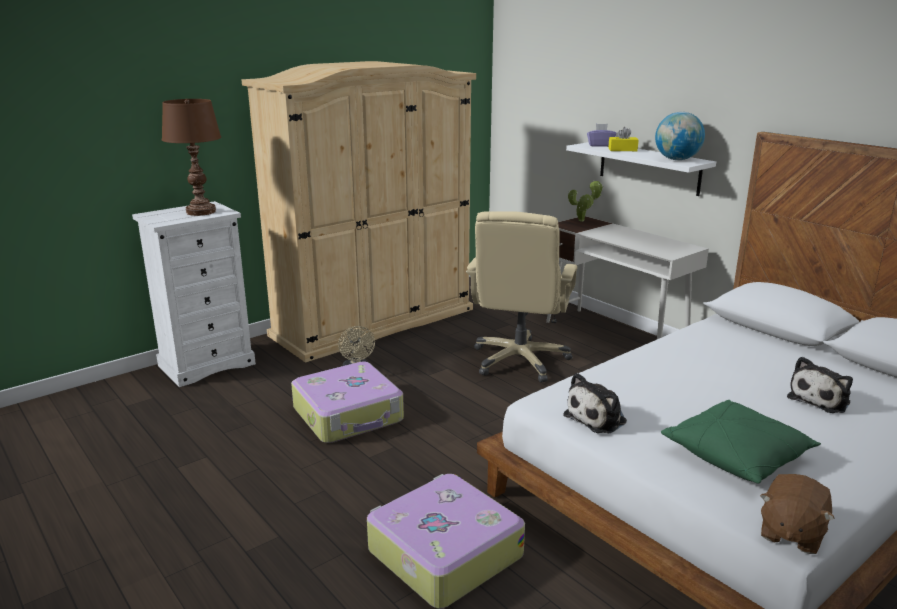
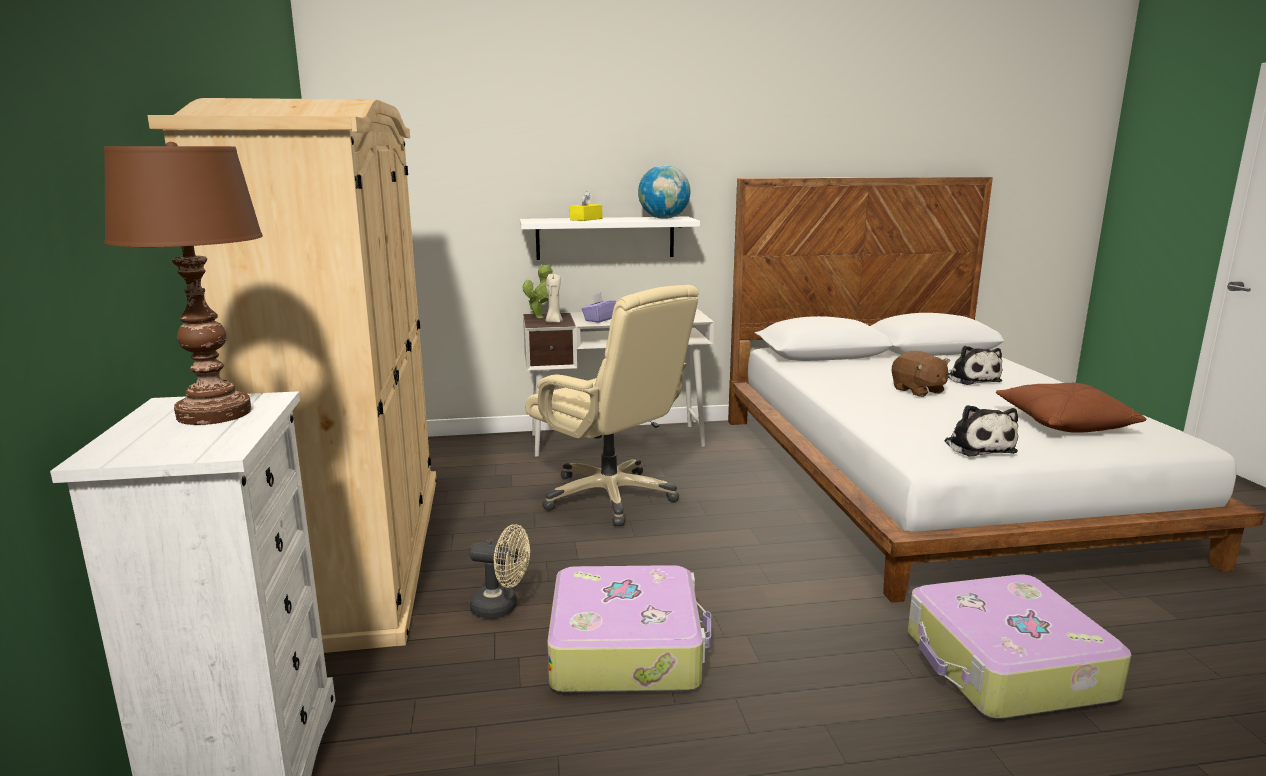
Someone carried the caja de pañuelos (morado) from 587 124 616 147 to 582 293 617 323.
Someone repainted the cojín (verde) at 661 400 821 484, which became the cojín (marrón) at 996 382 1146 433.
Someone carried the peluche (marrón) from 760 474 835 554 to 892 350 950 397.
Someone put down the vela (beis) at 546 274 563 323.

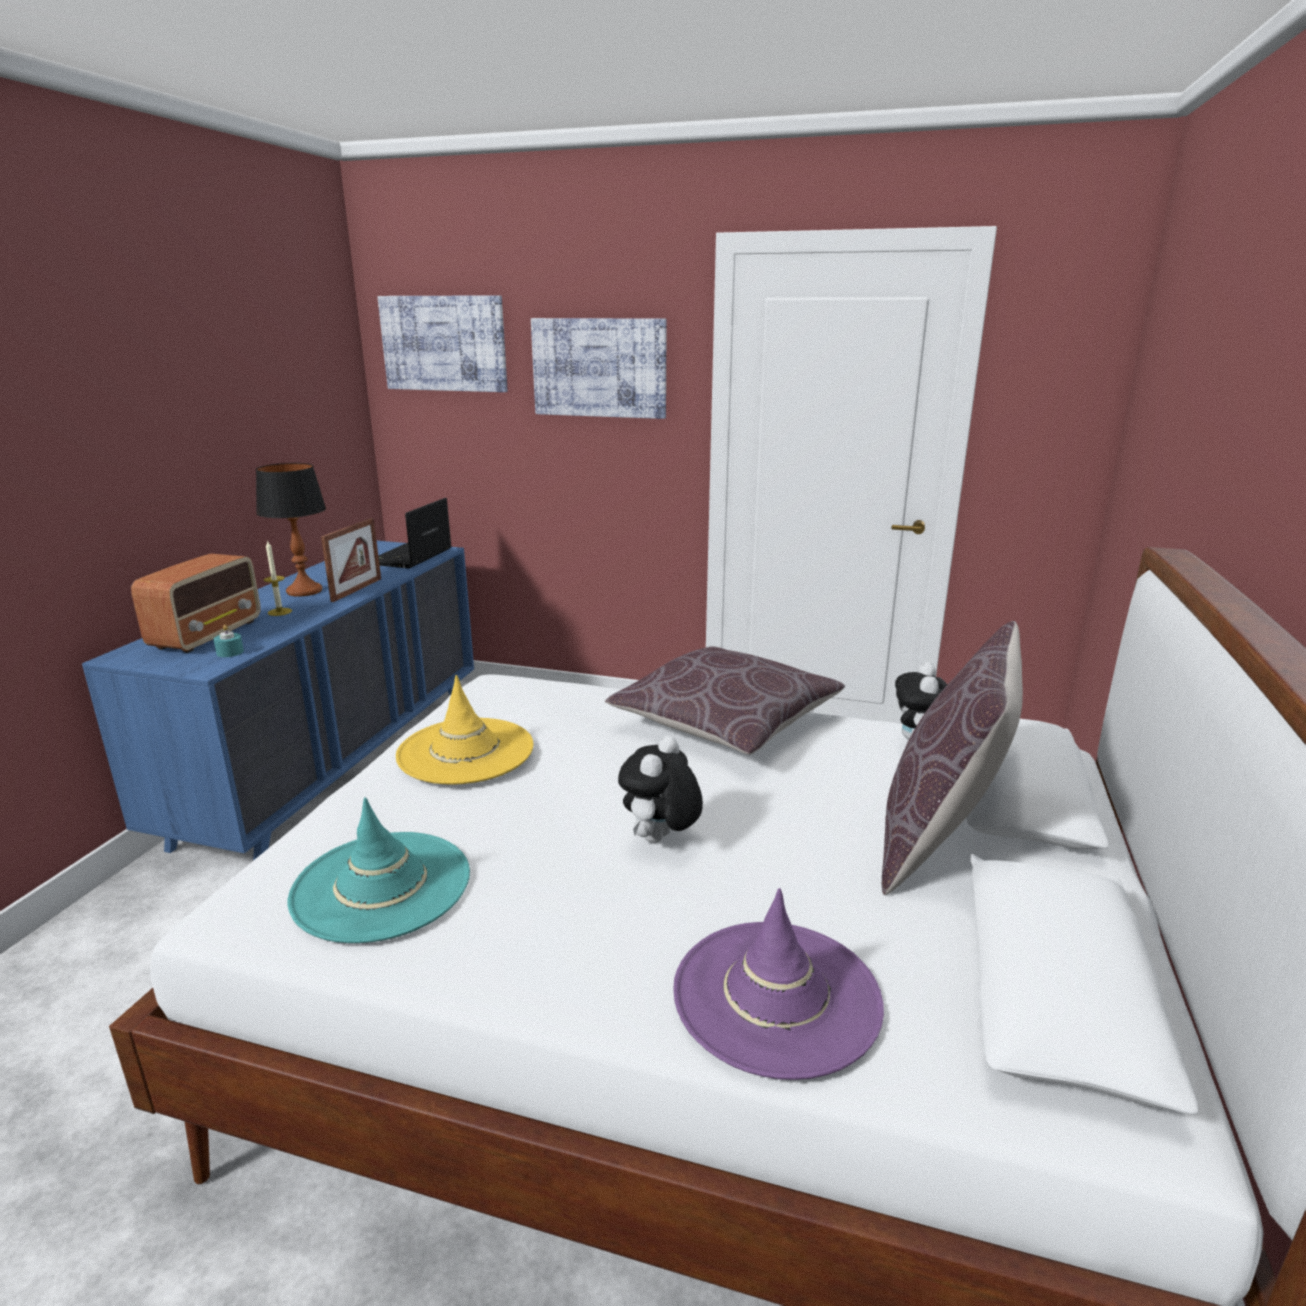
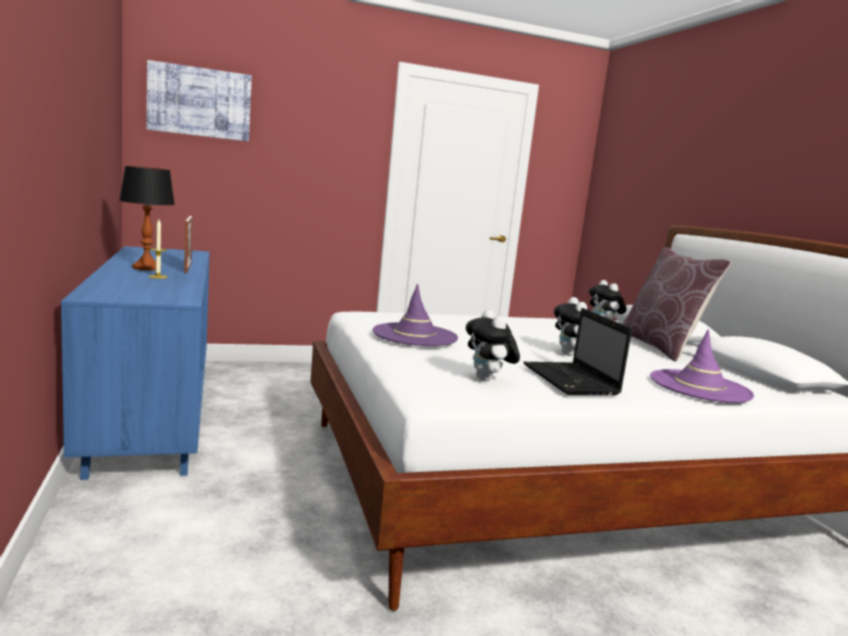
Someone took away the cuadro at 531 318 666 419.
Someone carried the portátil from 378 498 451 568 to 523 308 632 396.
Someone took away the radio at 131 554 261 653.
Someone took away the vela (turquesa) at 213 625 244 657.
Someone took away the cojín (marrón) at 605 646 845 755.
Someone repainted the sombrero (amarillo) at 396 675 534 785, which became the sombrero (morado) at 372 283 458 346.
Someone swapped the sombrero (turquesa) at 288 797 470 943 for the peluche at 466 309 520 381.

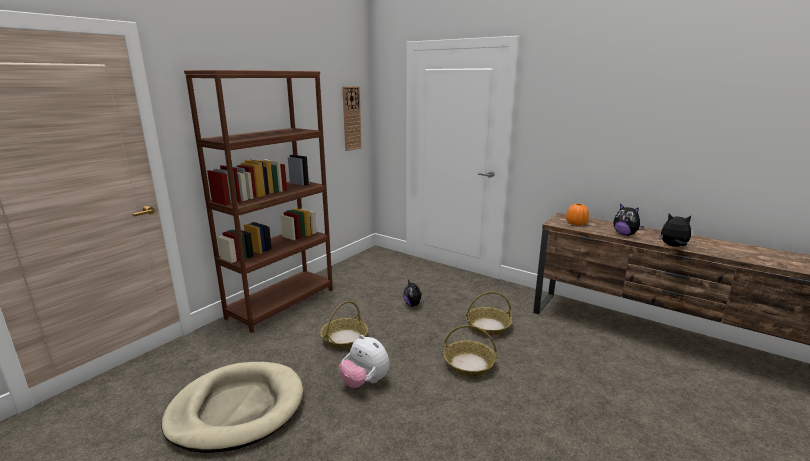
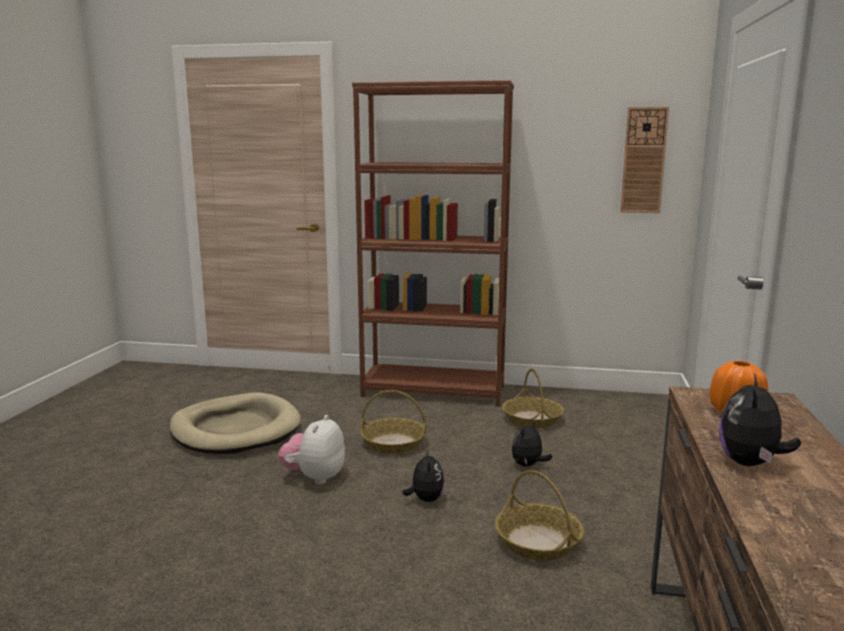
Someone carried the peluche from 660 214 691 247 to 402 450 445 502.
Someone carried the cesta from 444 325 497 377 to 502 369 564 428.

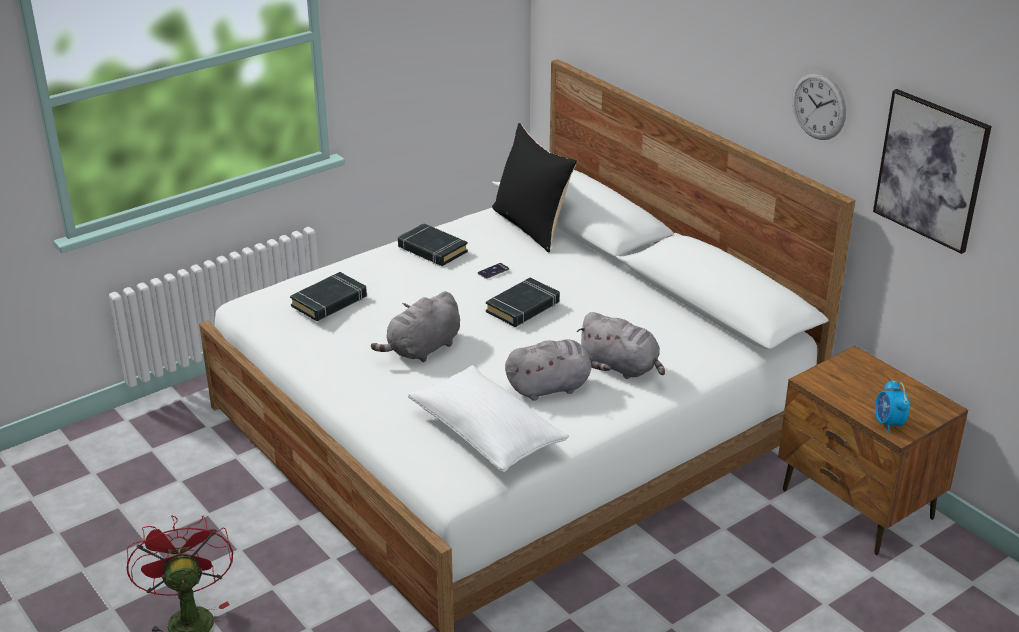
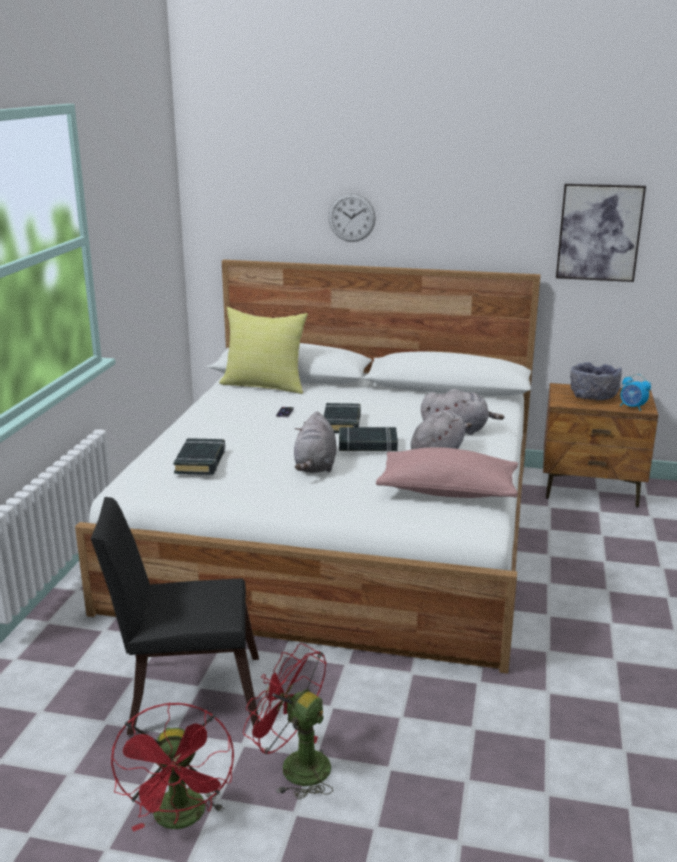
Someone carried the reloj de pared from 792 72 846 140 to 328 193 376 242.
Someone repainted the cojín (negro) at 492 123 577 253, which became the cojín (amarillo) at 219 307 308 394.
Someone carried the libro (negro) from 398 223 468 266 to 339 427 398 452.
Someone repainted the cojín (blanco) at 408 365 569 473, which became the cojín (rosa) at 376 447 518 498.
Someone put down the cuenco (gris) at 570 362 622 401.
Someone put down the silla (negro) at 91 497 259 735.
Someone put down the ventilador (rojo) at 111 702 234 832.

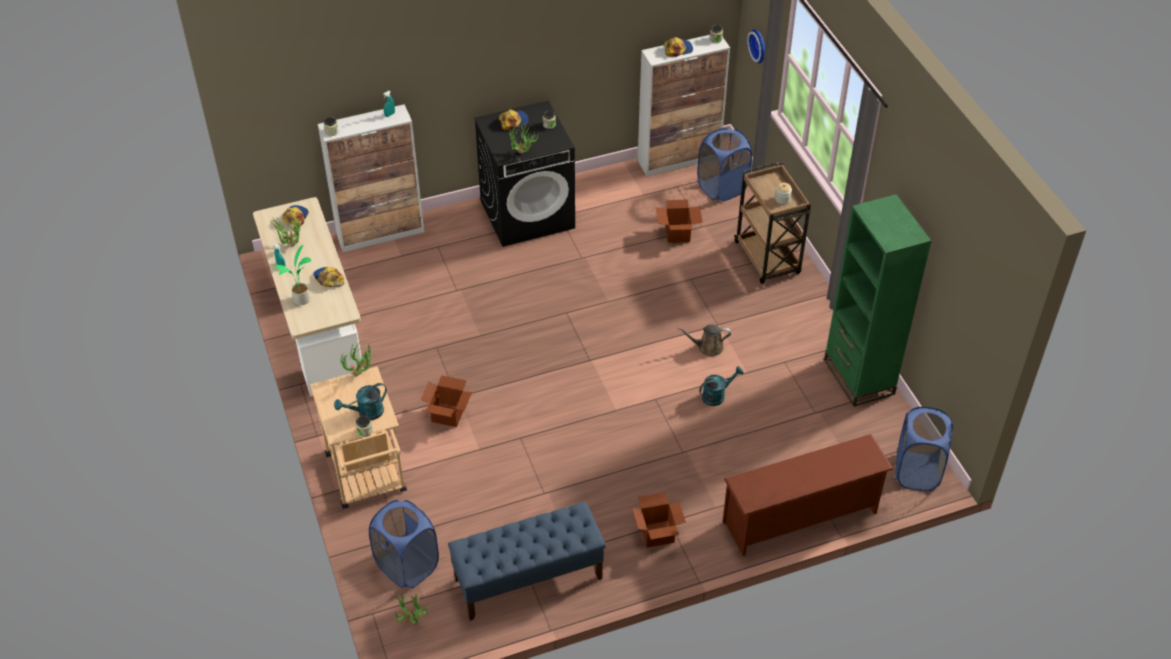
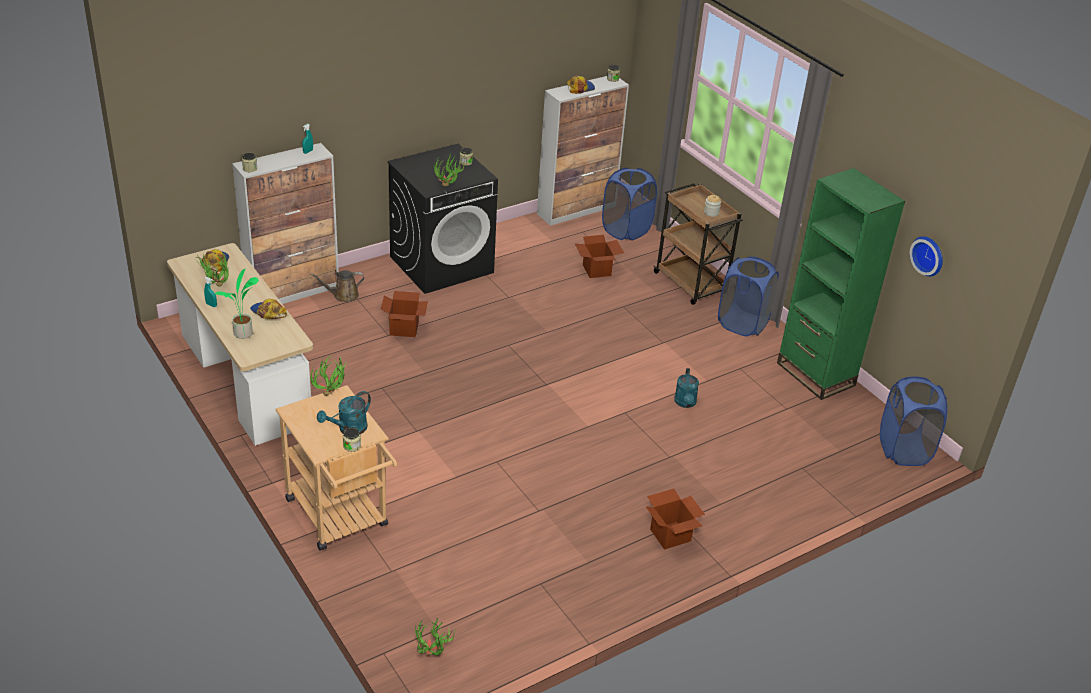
Someone carried the reloj de pared from 747 29 765 64 to 910 236 943 277.
Someone took away the gorra at 499 109 529 130.
Someone carried the regadera (marrón) from 677 324 731 356 to 310 270 364 302.
Someone rotated the regadera (turquesa) at 699 366 744 406 by 135 degrees clockwise.
Someone carried the caja de cartón from 421 375 472 427 to 381 291 428 337.
Someone took away the zapatero (marrón) at 722 434 893 556.
Someone carried the cesto de la ropa (azul) from 369 500 439 588 to 718 257 779 336.
Someone took away the banco (azul) at 448 502 606 621.

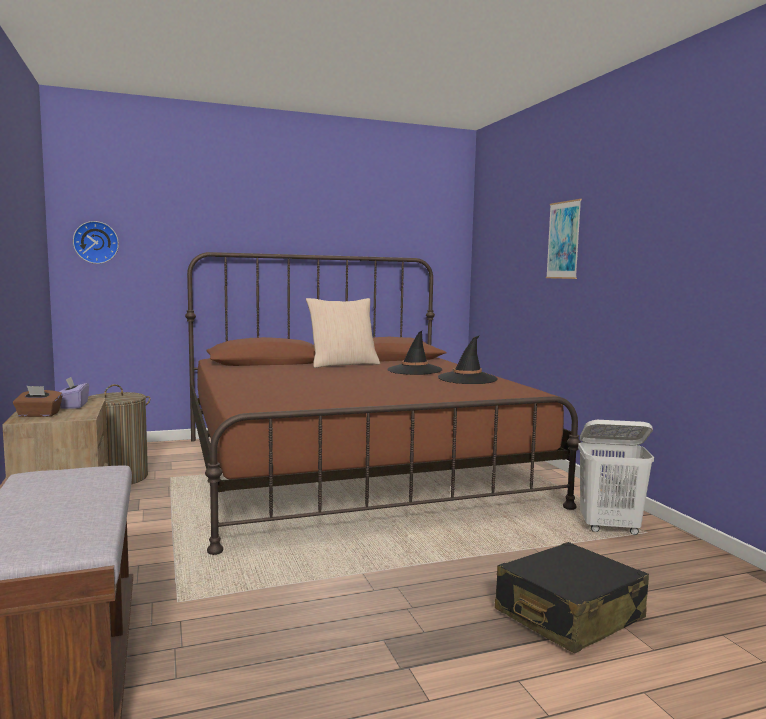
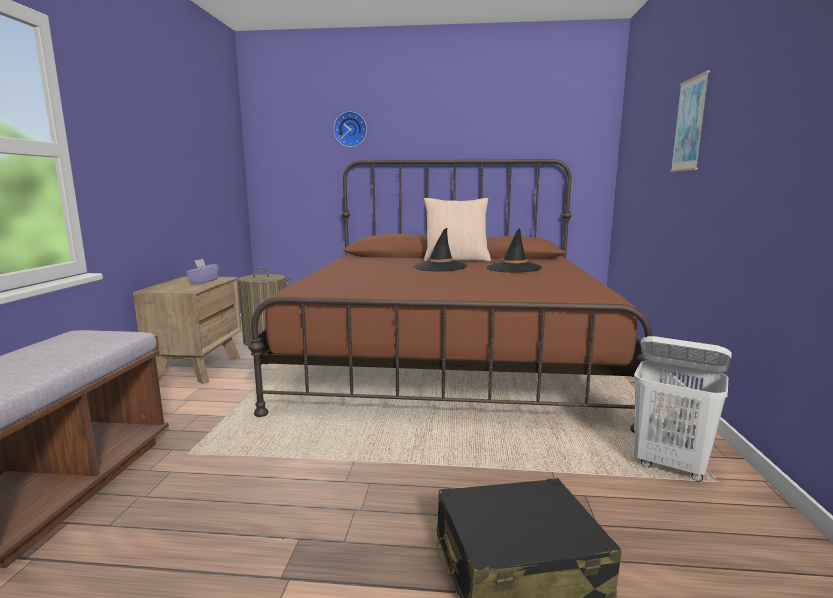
Someone carried the reloj de pared from 73 221 119 264 to 334 111 367 147.
Someone carried the sombrero (negro) from 438 335 498 384 to 414 227 467 272.
Someone took away the caja de pañuelos (marrón) at 13 386 63 417.

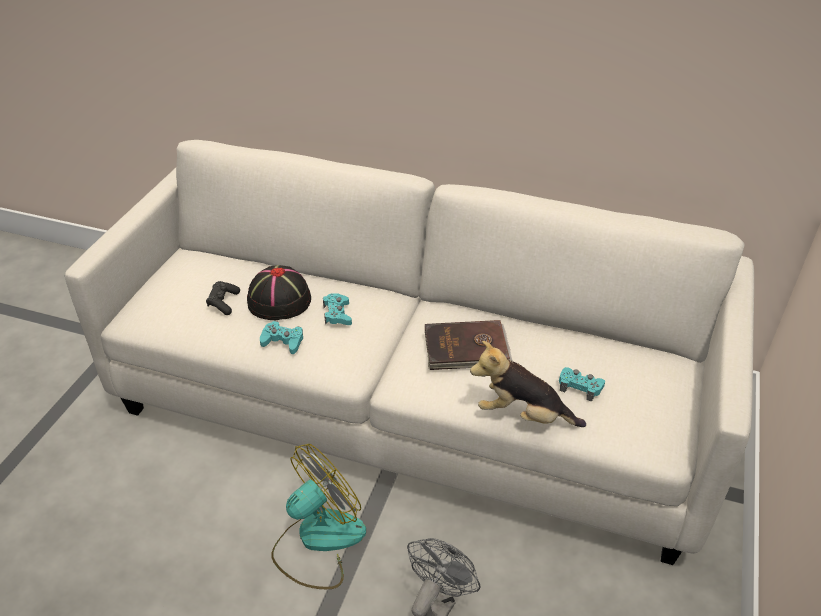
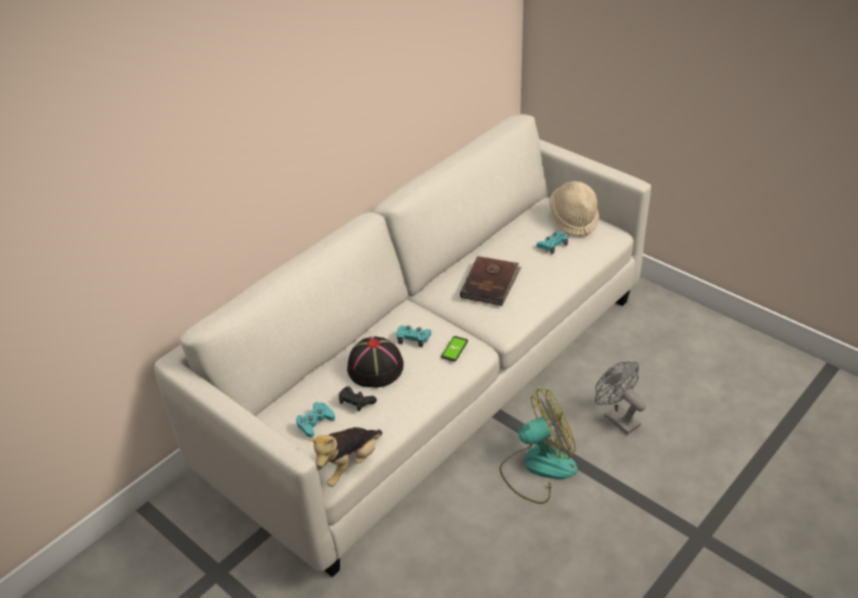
Someone carried the mando de consola (turquesa) from 260 321 303 354 to 296 402 335 438.
Someone carried the peluche from 470 341 586 427 to 309 427 382 487.
Someone rotated the ventilador at 271 444 366 589 by 90 degrees clockwise.
Someone put down the sombrero (beis) at 549 181 599 236.
Someone put down the móvil at 441 336 468 362.

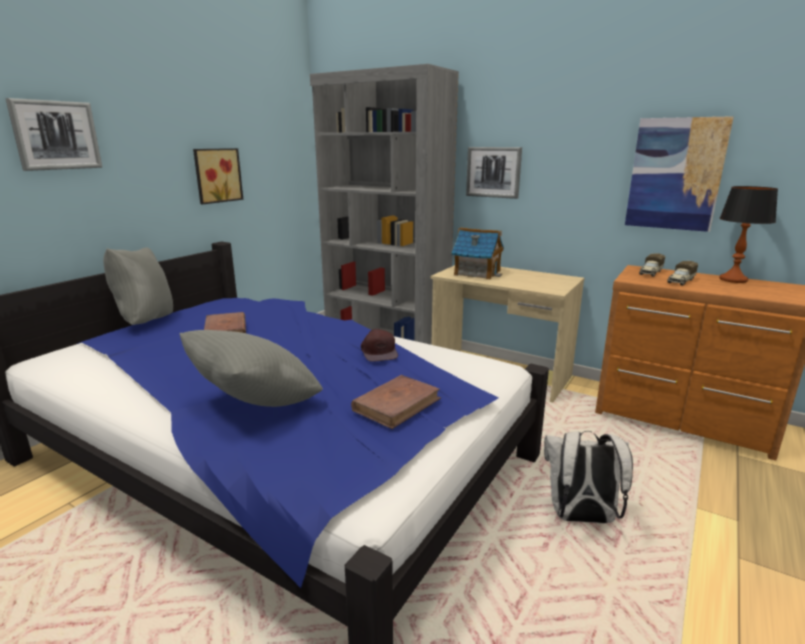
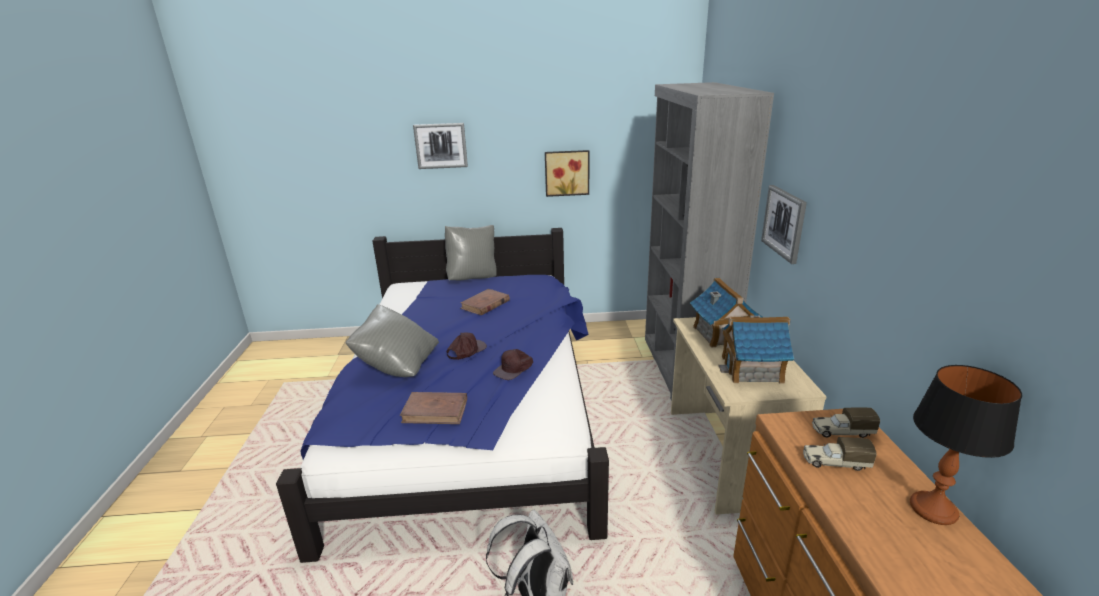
Someone took away the cuadro at 625 116 734 232.
Someone put down the casita at 718 316 794 384.
Someone put down the gorra (marrón) at 447 332 487 360.

